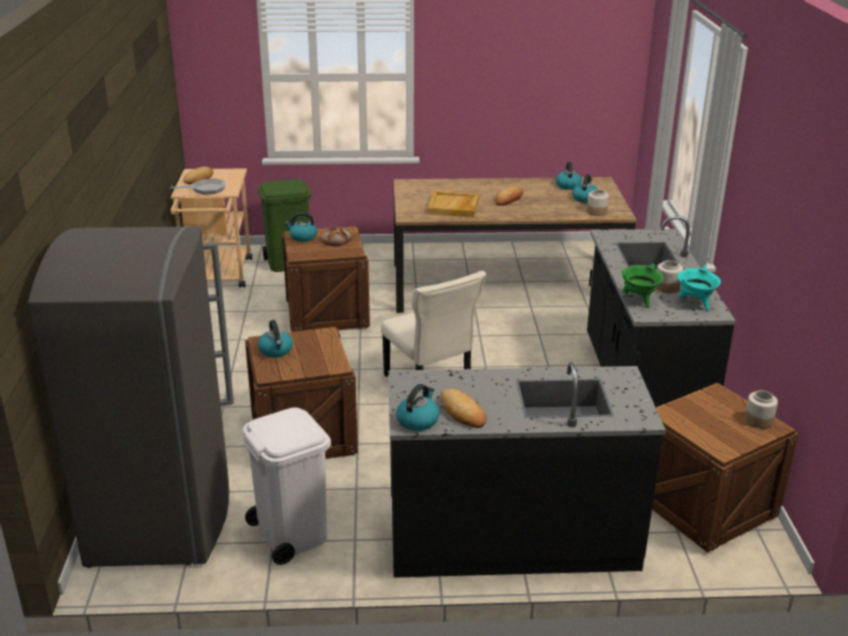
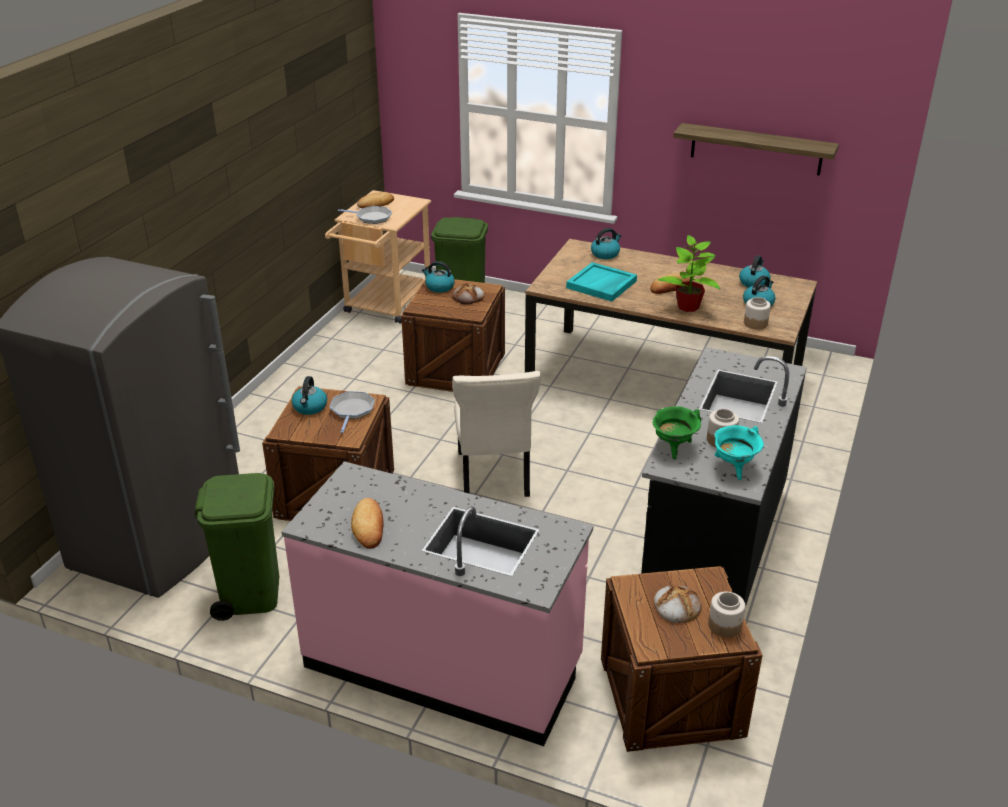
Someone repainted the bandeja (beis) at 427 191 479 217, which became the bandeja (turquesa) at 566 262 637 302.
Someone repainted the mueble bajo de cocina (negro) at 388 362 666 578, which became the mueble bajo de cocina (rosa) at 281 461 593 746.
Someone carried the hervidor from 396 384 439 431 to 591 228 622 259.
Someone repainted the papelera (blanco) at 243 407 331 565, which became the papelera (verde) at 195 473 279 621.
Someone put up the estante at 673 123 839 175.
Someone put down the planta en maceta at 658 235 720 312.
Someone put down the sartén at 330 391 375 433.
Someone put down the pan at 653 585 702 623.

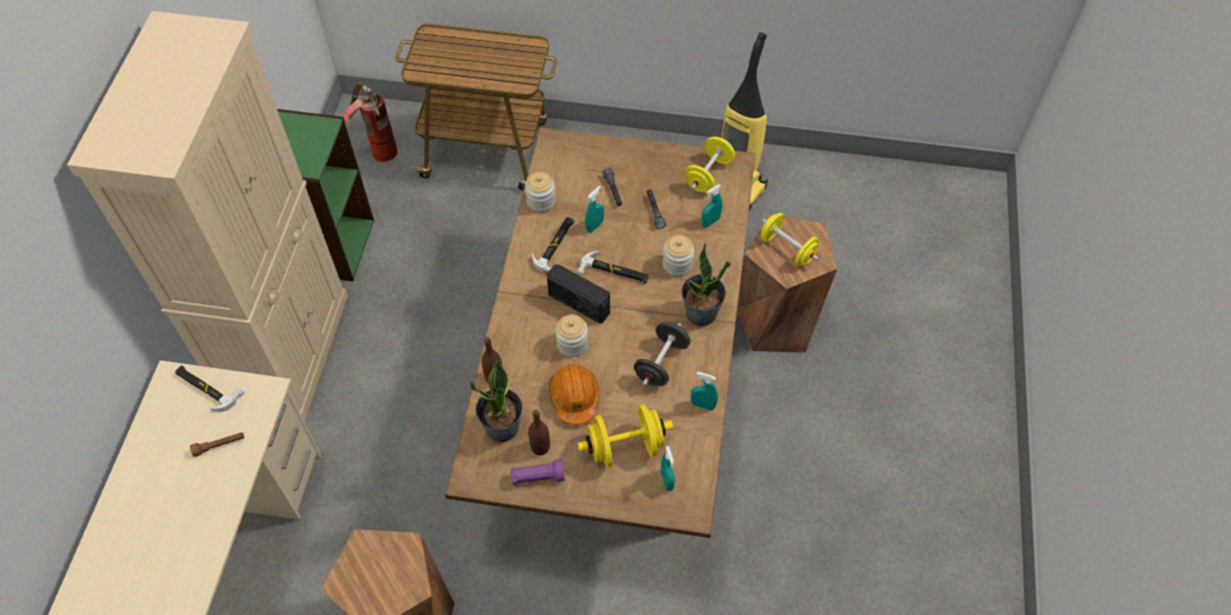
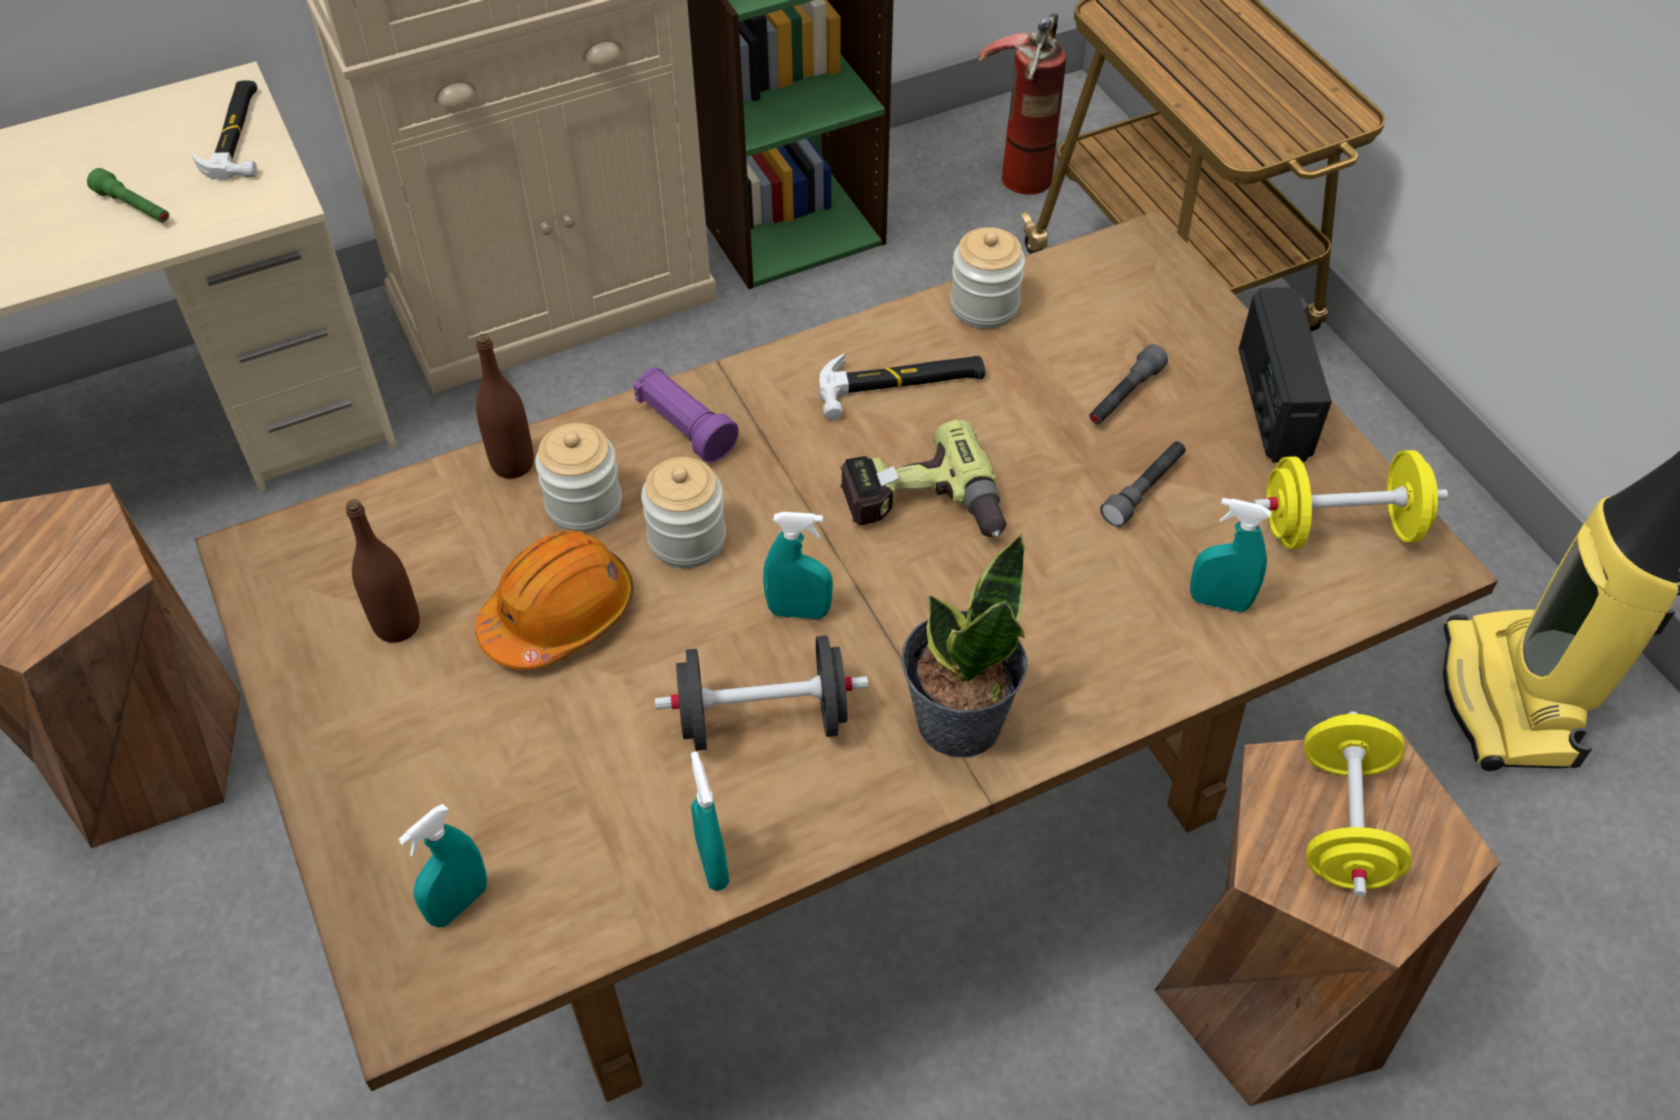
Someone carried the pulverizador (turquesa) from 585 186 604 233 to 763 512 833 619.
Someone carried the tarro from 663 235 694 277 to 535 423 622 533.
Someone swapped the martillo at 576 251 649 284 for the taladro at 840 420 1006 537.
Someone carried the radio from 547 264 610 323 to 1238 288 1332 463.
Someone took away the planta en maceta at 470 360 523 442.
Someone took away the mancuerna (amarillo) at 578 405 673 468.
Someone repainted the linterna (marrón) at 190 432 244 457, which became the linterna (verde) at 87 168 169 223.
Someone carried the linterna (morado) from 510 459 565 486 to 634 367 739 462.

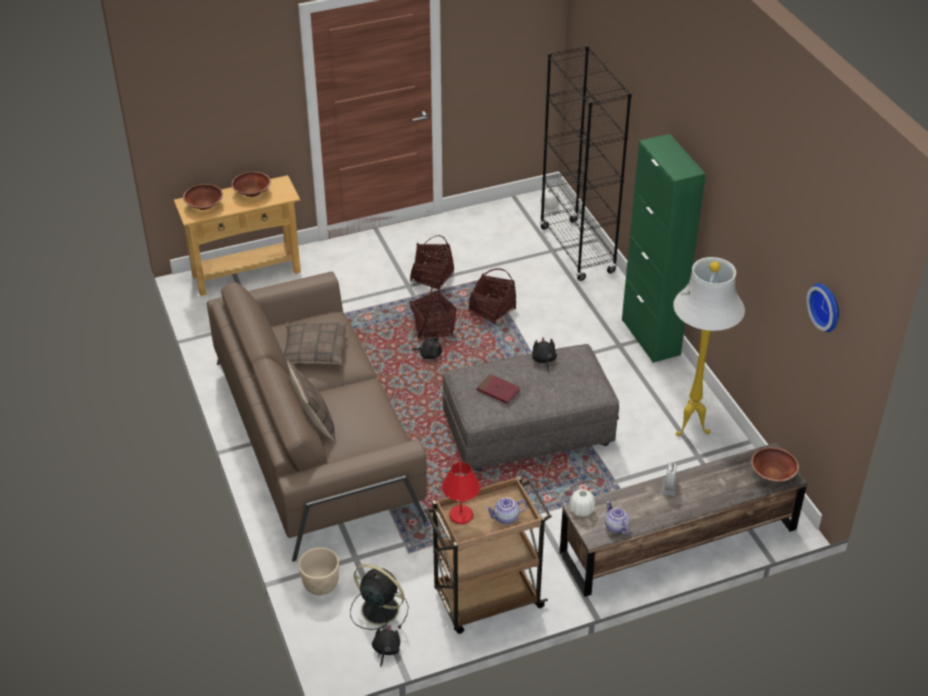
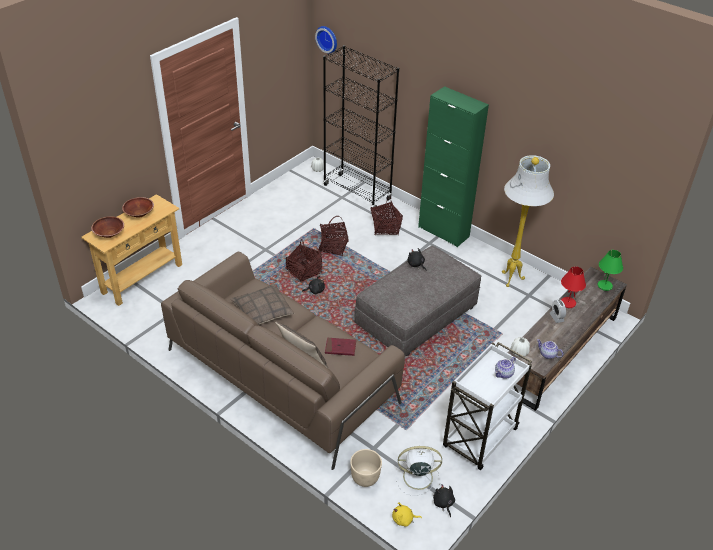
Someone carried the cesta from 410 235 454 290 to 371 197 403 235.
Someone carried the reloj de pared from 807 283 839 332 to 315 26 337 54.
Someone carried the libro (rojo) from 476 374 520 404 to 325 338 356 356.
Someone swapped the cuenco (marrón) at 751 447 799 482 for the lámpara de mesa (verde) at 597 250 623 291.
Someone carried the lámpara de mesa (rojo) from 442 462 480 524 to 561 266 586 308.
Someone repainted the carrito (marrón) at 425 476 552 634, which became the carrito (blanco) at 443 342 532 470.
Someone repainted the ventilador (negro) at 350 564 409 630, which became the ventilador (blanco) at 396 446 442 496.
Someone put down the peluche (amarillo) at 392 502 422 527.

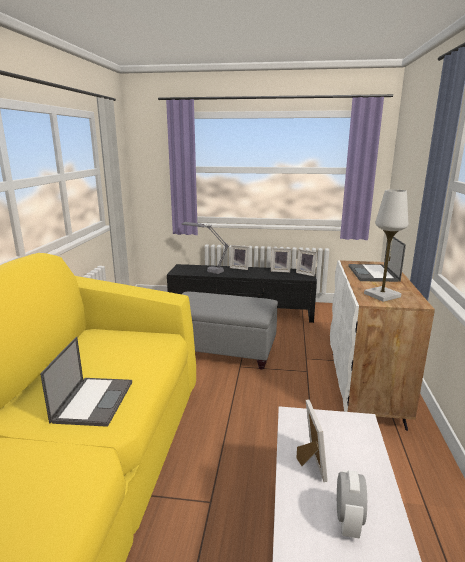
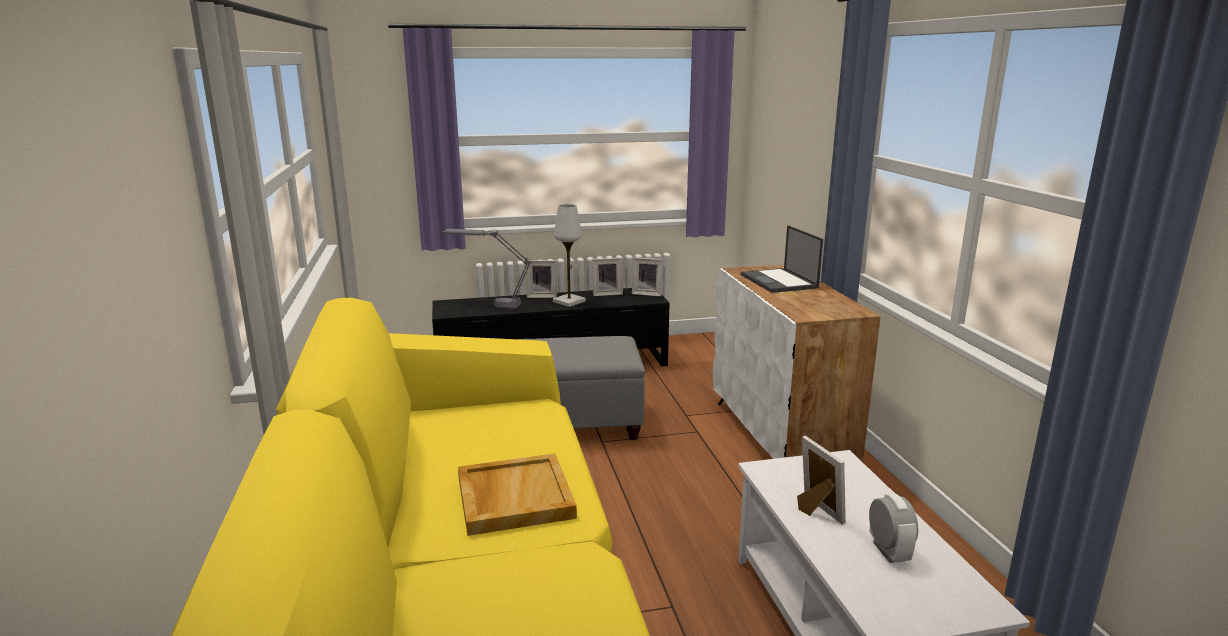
Someone carried the lámpara de mesa (blanco) from 364 189 408 302 to 553 204 586 307.
Someone swapped the portátil at 40 337 132 427 for the bandeja (beis) at 458 454 577 536.

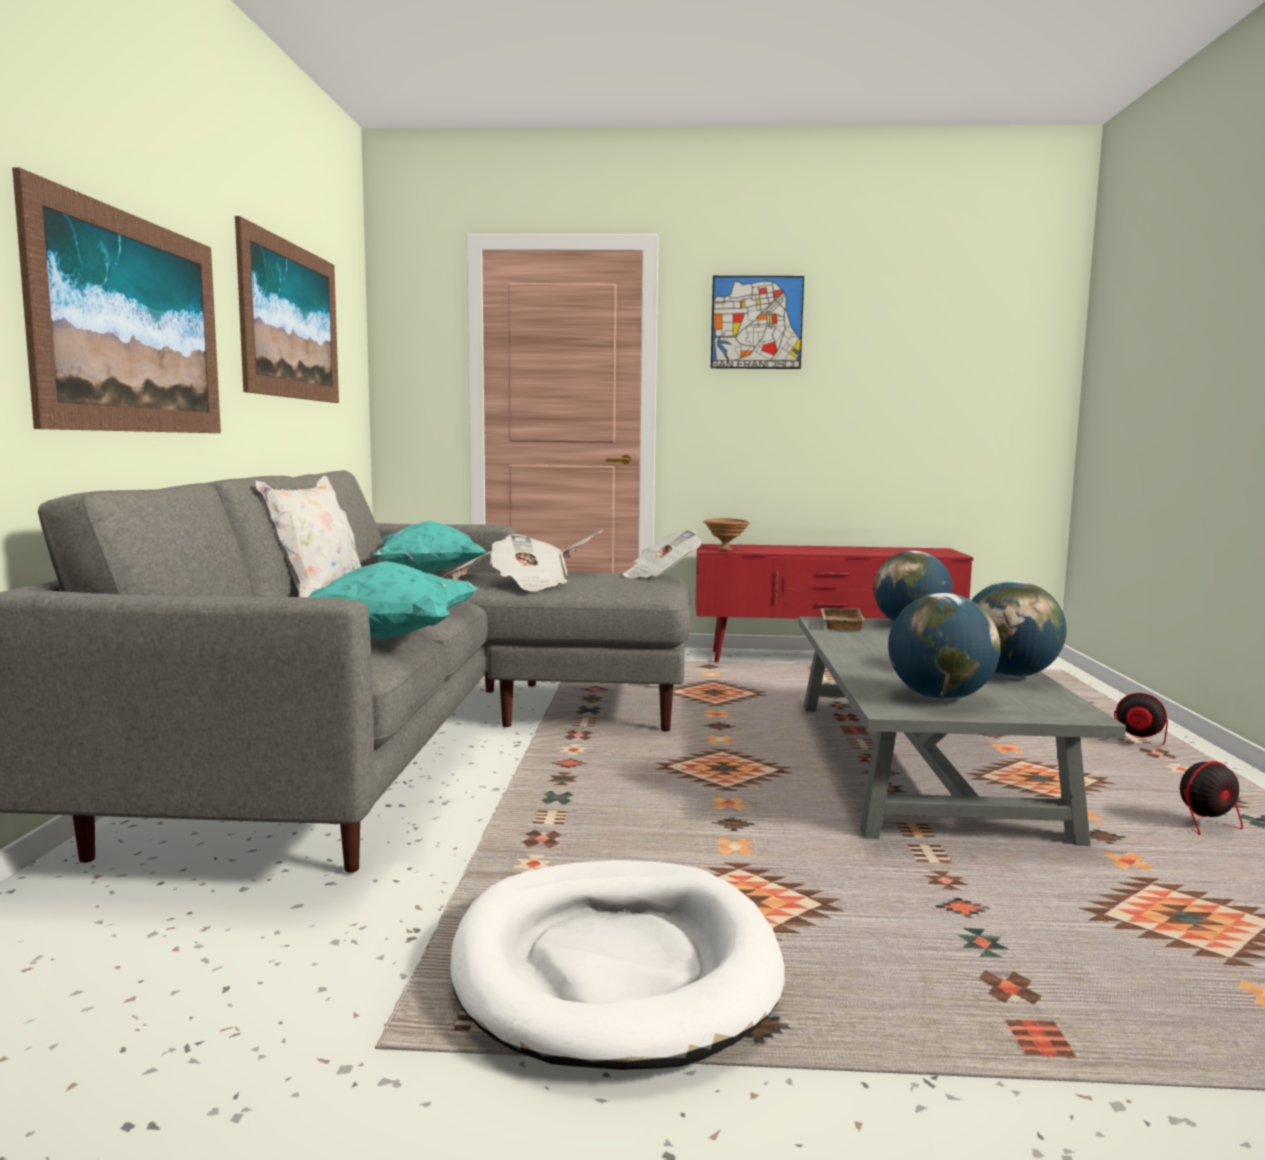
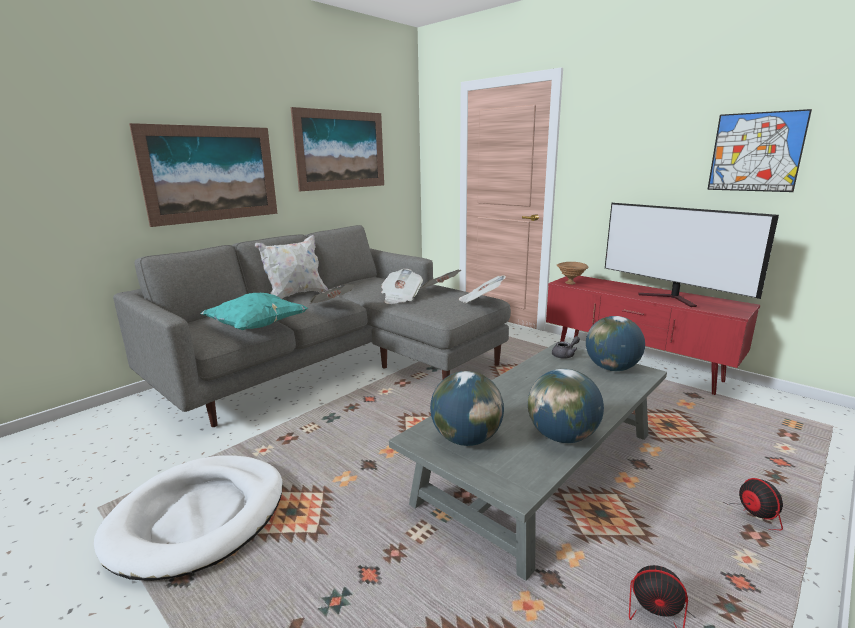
Someone carried the cuadro from 711 276 804 369 to 707 109 812 192.
Someone took away the cojín (turquesa) at 372 521 487 573.
Someone swapped the bandeja (beis) at 820 608 866 631 for the tetera (gris) at 552 336 580 359.
Someone put down the televisor at 605 203 779 307.

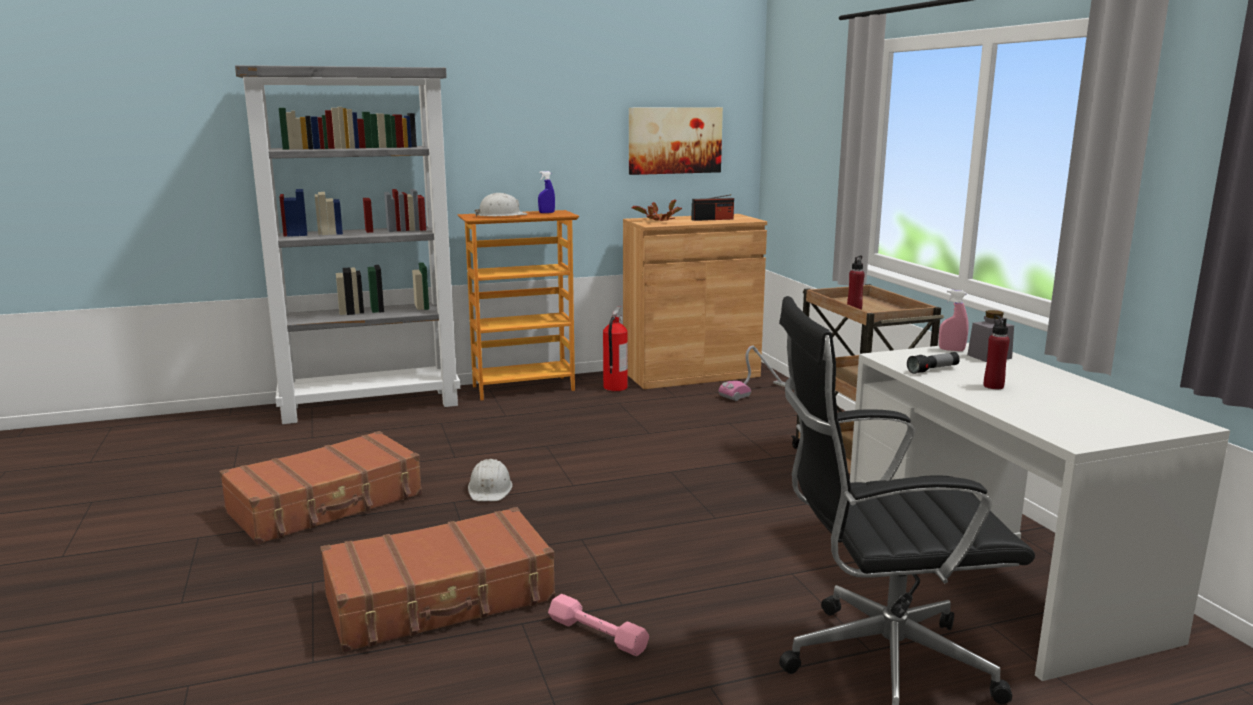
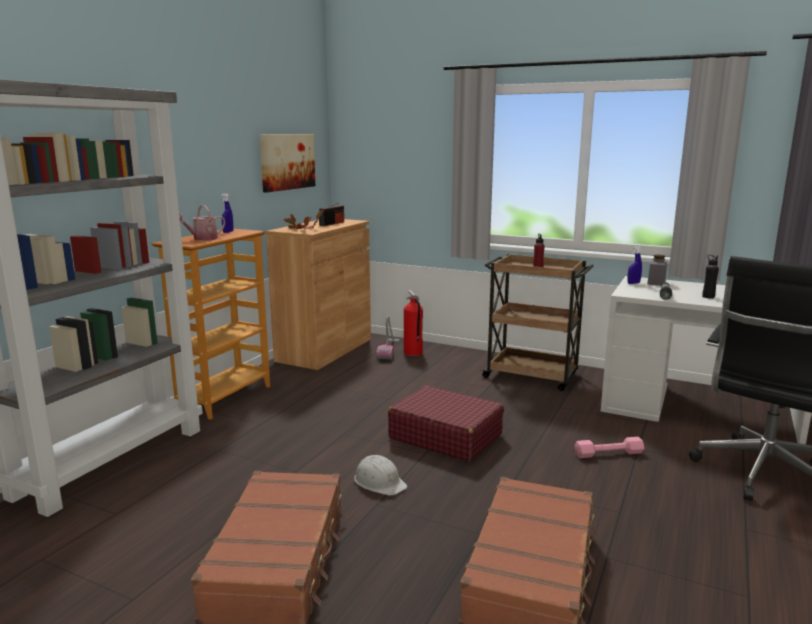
Someone swapped the casco (blanco) at 475 193 527 216 for the regadera at 179 205 225 241.
Someone repainted the pulverizador (rosa) at 939 290 969 351, which became the pulverizador (azul) at 627 245 642 284.
Someone carried the extintor from 603 306 628 391 to 404 290 423 356.
Someone repainted the botella (rojo) at 984 315 1010 389, which became the botella (negro) at 702 255 719 298.
Someone carried the mancuerna (rosa) from 548 594 649 656 to 575 437 644 458.
Someone put down the maleta (rojo) at 388 386 504 462.

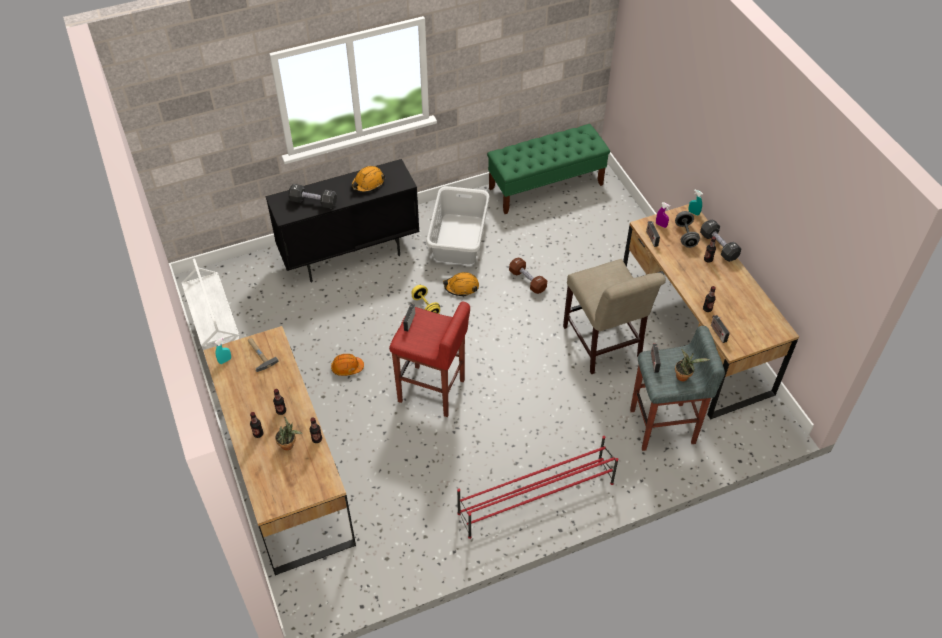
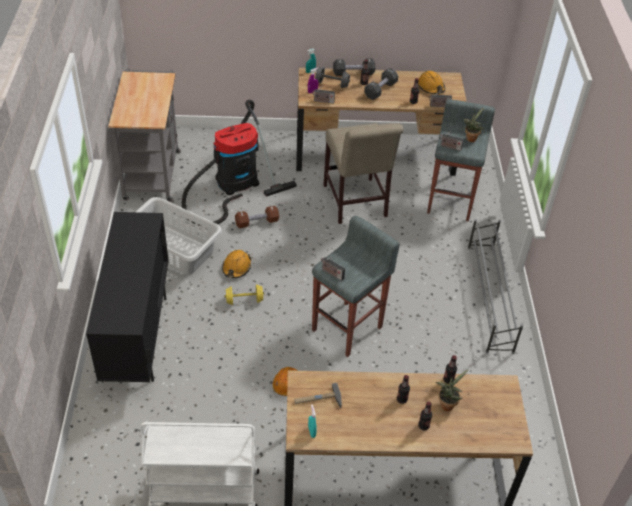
Someone swapped the banco (verde) at 487 124 610 214 for the carrito (gris) at 108 68 181 202.
Someone carried the casco (naranja) from 351 166 385 193 to 418 71 445 94.
Someone carried the mancuerna (negro) from 288 184 337 208 to 364 68 398 100.
Someone rotated the silla (beis) at 563 259 666 374 by 75 degrees clockwise.
Someone repainted the taburete (rojo) at 389 301 470 417, which became the taburete (gris) at 312 216 400 357.
Someone repainted the zapatero (rojo) at 457 436 618 539, which became the zapatero (gris) at 468 219 523 354.
Someone put down the aspiradora at 181 100 297 226.

